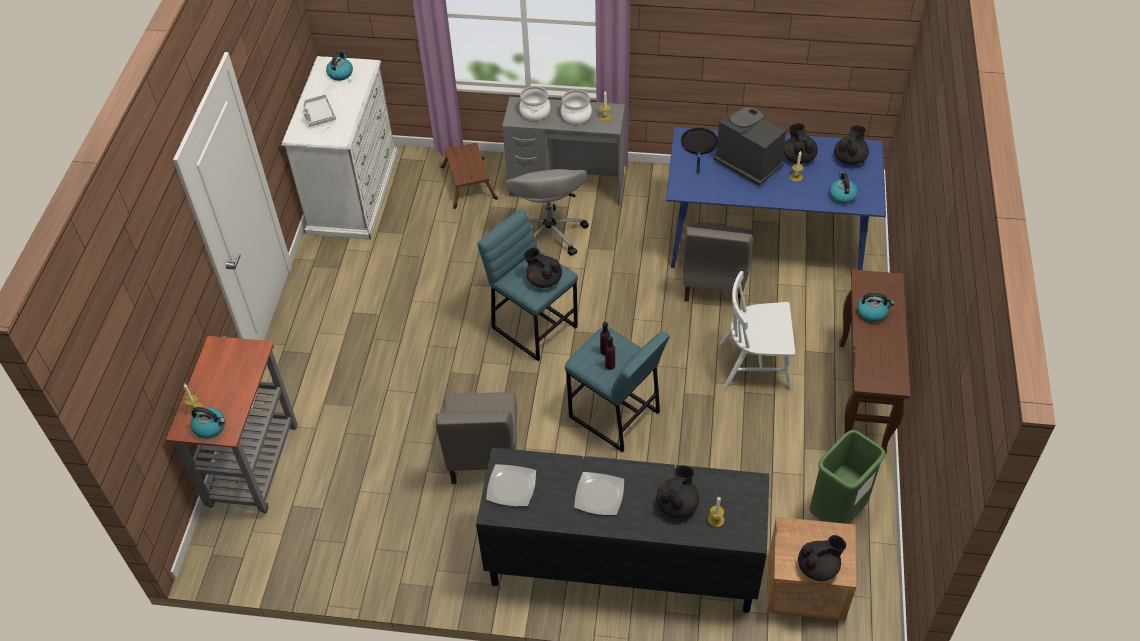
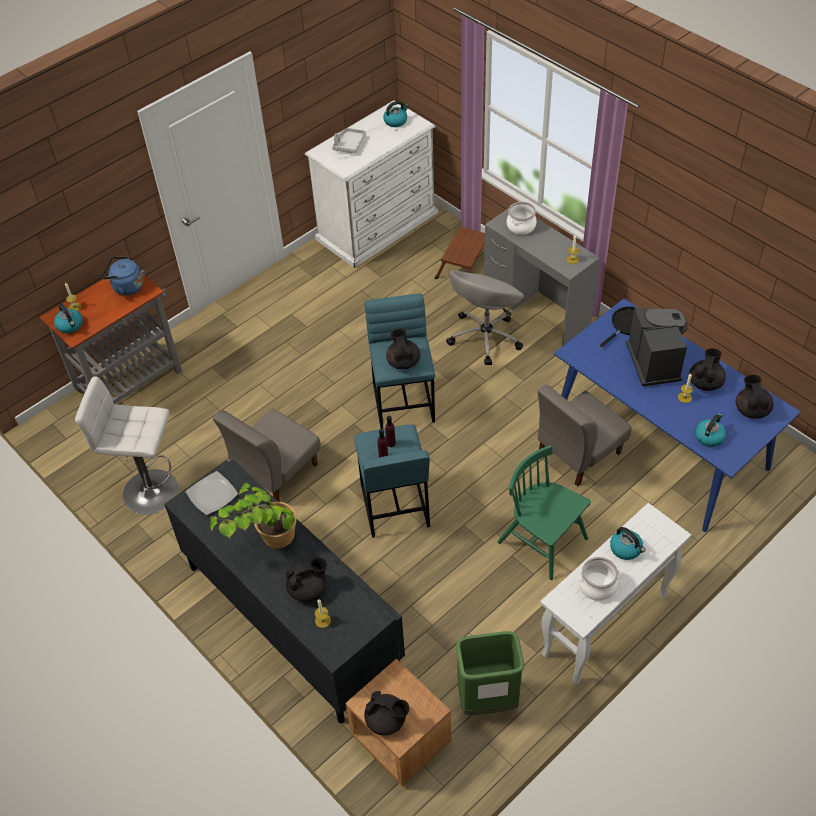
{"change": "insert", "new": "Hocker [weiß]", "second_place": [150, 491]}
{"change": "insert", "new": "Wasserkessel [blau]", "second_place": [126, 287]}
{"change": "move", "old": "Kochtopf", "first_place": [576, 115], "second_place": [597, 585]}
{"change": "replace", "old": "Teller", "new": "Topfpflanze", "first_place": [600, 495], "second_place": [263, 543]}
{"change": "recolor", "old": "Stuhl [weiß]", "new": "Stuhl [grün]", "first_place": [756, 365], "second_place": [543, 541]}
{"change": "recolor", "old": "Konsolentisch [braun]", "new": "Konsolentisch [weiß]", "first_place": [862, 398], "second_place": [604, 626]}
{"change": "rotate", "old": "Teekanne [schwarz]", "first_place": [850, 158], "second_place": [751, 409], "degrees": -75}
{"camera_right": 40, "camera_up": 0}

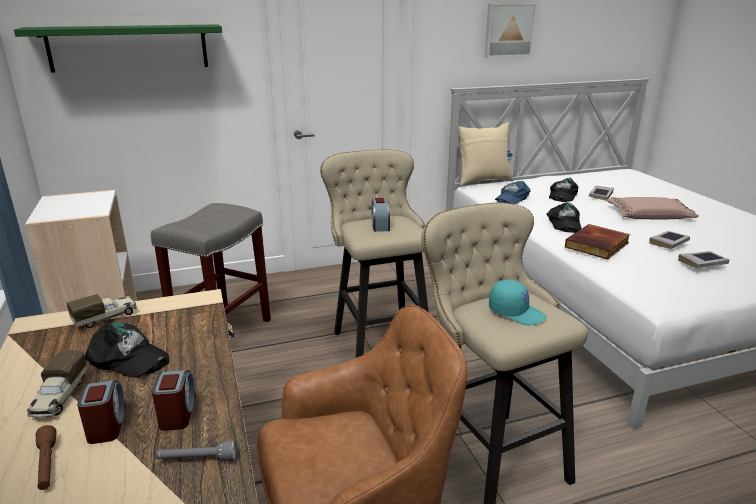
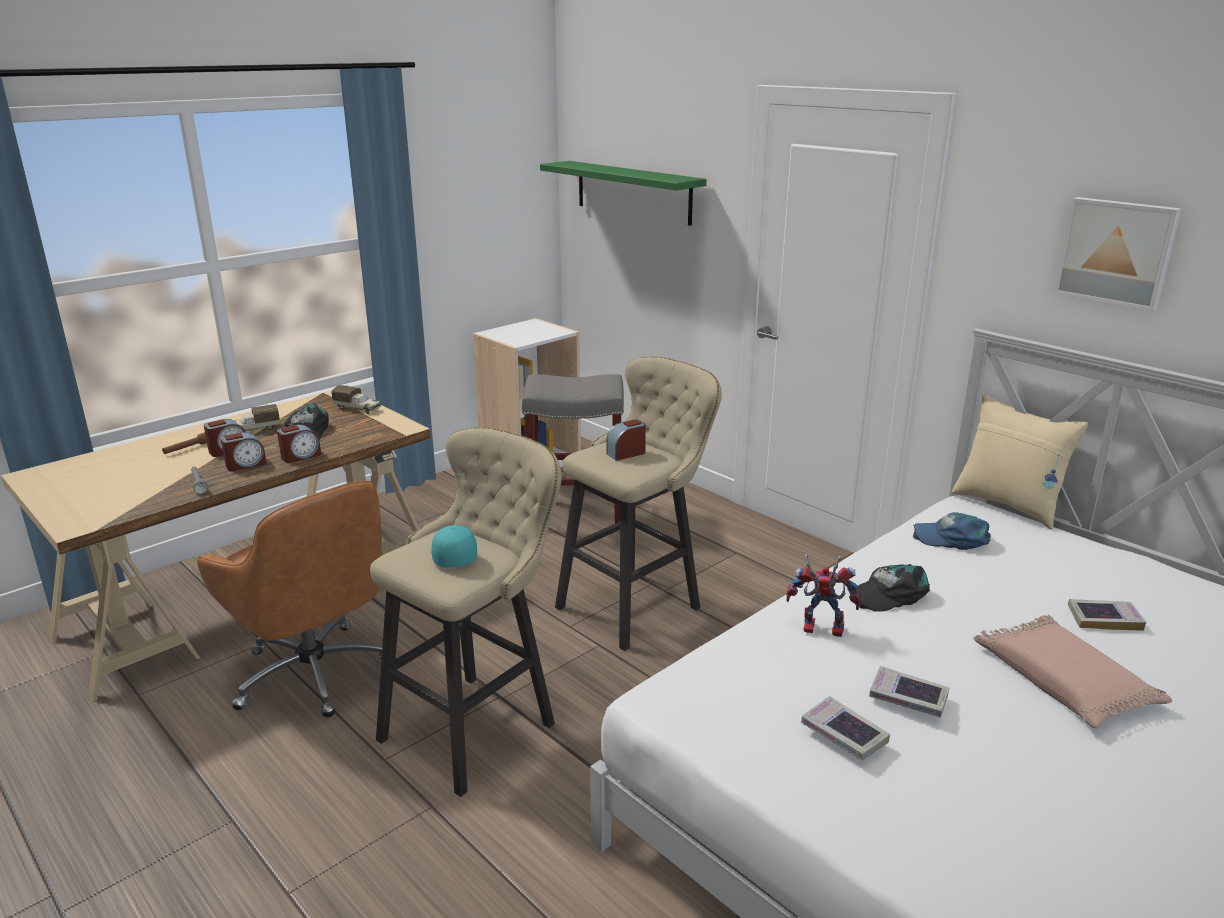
{"change": "delete", "old": "Kappe [schwarz]", "first_place": [562, 195]}
{"change": "insert", "new": "Wecker", "second_place": [300, 456]}
{"change": "replace", "old": "Buch", "new": "Spielzeugroboter", "first_place": [598, 245], "second_place": [819, 629]}
{"change": "rotate", "old": "Kappe [türkis]", "first_place": [516, 312], "second_place": [452, 556], "degrees": 150}
{"camera_right": 65, "camera_up": 0}

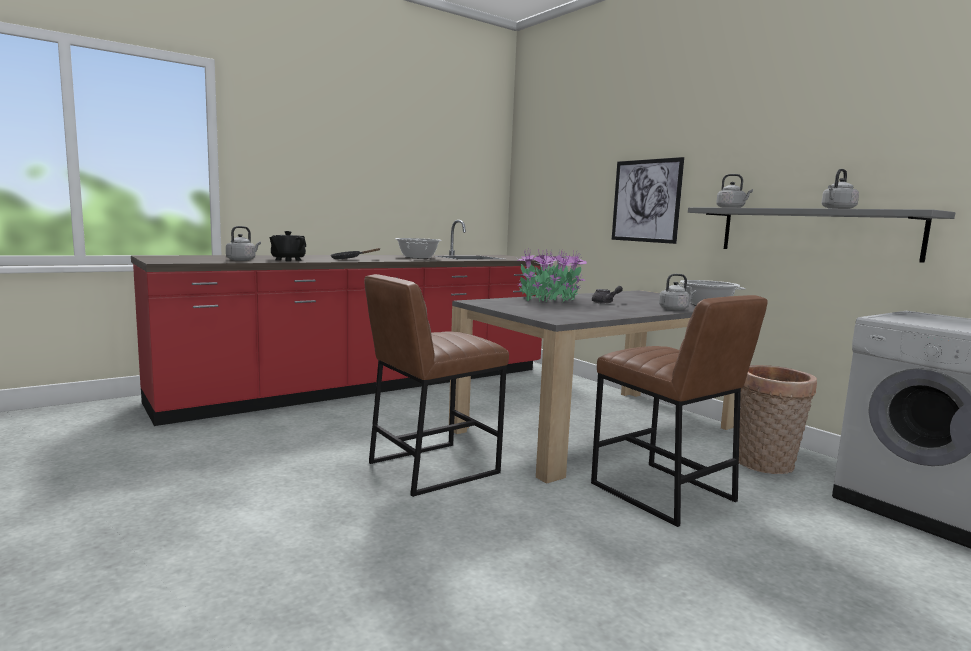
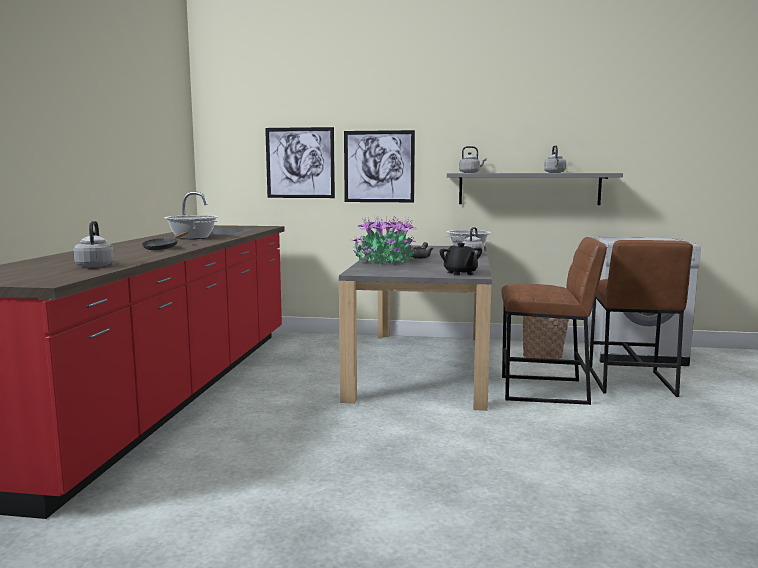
{"change": "insert", "new": "Bild", "second_place": [300, 163]}
{"change": "move", "old": "Teekanne [schwarz]", "first_place": [288, 260], "second_place": [460, 273]}
{"change": "move", "old": "Stuhl [braun]", "first_place": [431, 468], "second_place": [631, 382]}
{"camera_right": -45, "camera_up": 0}

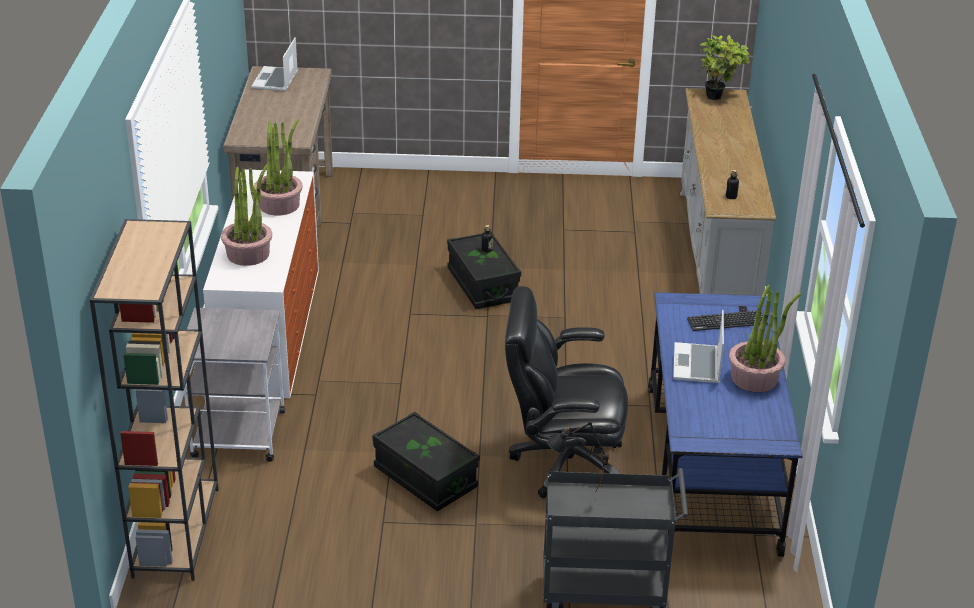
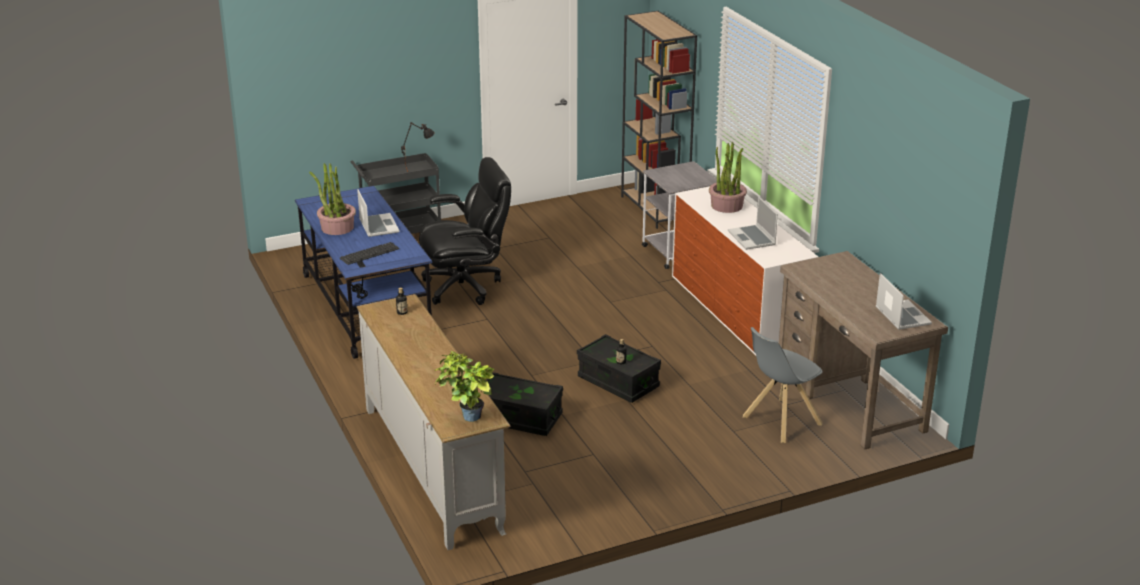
{"change": "insert", "new": "Stuhl [grau]", "second_place": [780, 421]}
{"change": "move", "old": "Aufbewahrungsbox [schwarz]", "first_place": [425, 478], "second_place": [519, 418]}
{"change": "replace", "old": "Topfpflanze", "new": "Laptop", "first_place": [279, 205], "second_place": [752, 239]}
{"camera_right": 155, "camera_up": -5}

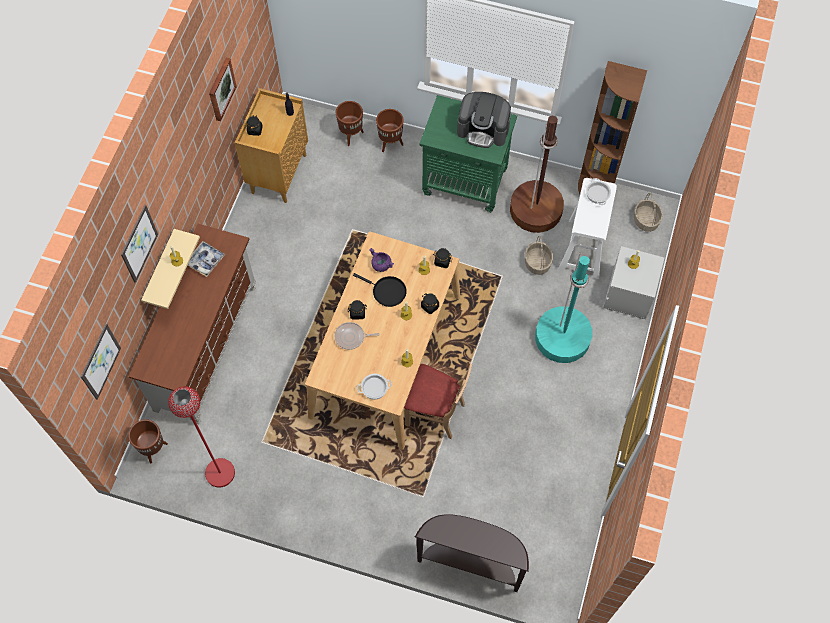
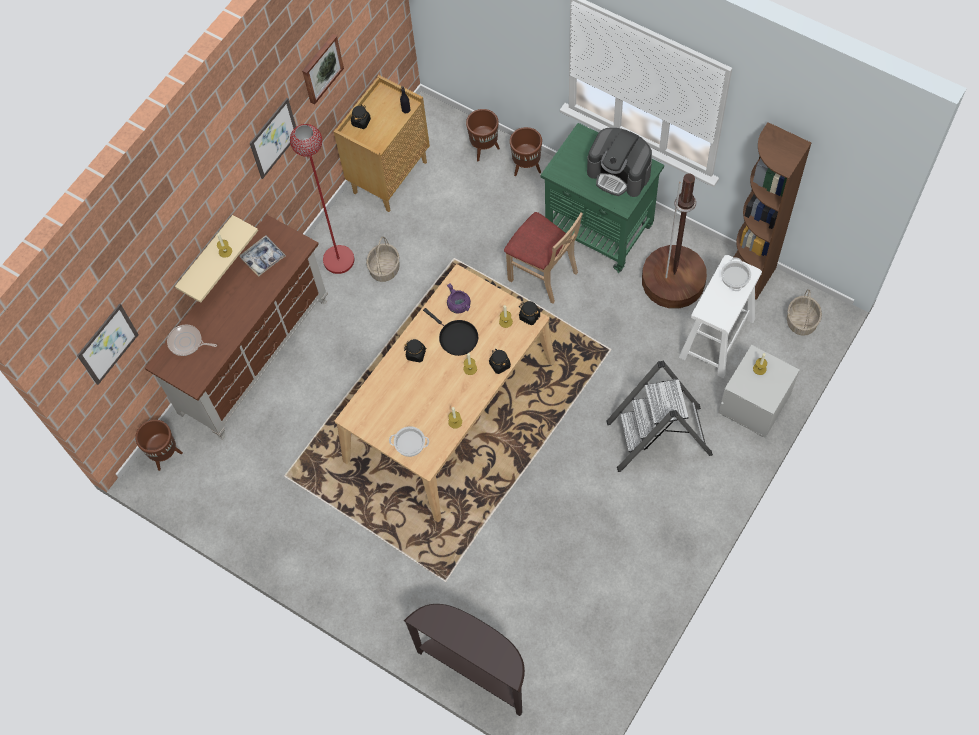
{"change": "move", "old": "Bild", "first_place": [139, 243], "second_place": [273, 138]}
{"change": "move", "old": "Stehlampe [rot]", "first_place": [220, 473], "second_place": [339, 260]}
{"change": "move", "old": "Pfanne", "first_place": [351, 337], "second_place": [187, 342]}
{"change": "move", "old": "Stuhl [beige]", "first_place": [435, 413], "second_place": [543, 274]}
{"change": "move", "old": "Korb", "first_place": [537, 263], "second_place": [385, 269]}
{"change": "replace", "old": "Stehlampe [türkis]", "new": "Trittleiter [grau]", "first_place": [563, 338], "second_place": [660, 437]}
{"camera_right": 20, "camera_up": 0}

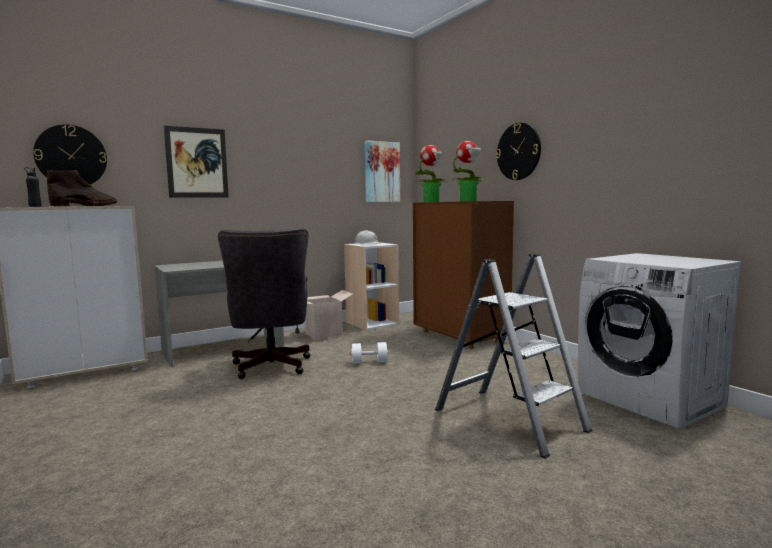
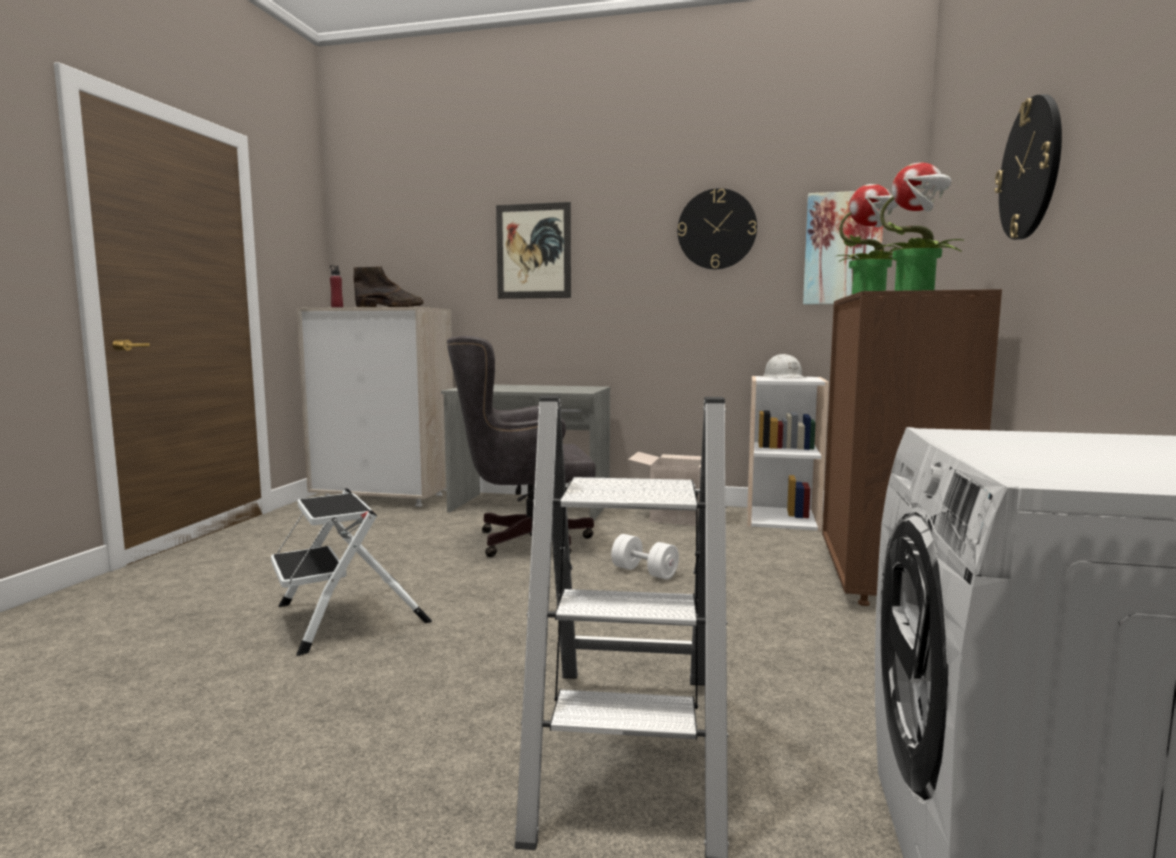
{"change": "insert", "new": "Trittleiter", "second_place": [349, 616]}
{"change": "move", "old": "Wanduhr", "first_place": [71, 156], "second_place": [716, 229]}
{"change": "recolor", "old": "Flasche [schwarz]", "new": "Flasche [rot]", "first_place": [35, 206], "second_place": [337, 307]}
{"change": "rotate", "old": "Bürostuhl [grau]", "first_place": [271, 367], "second_place": [524, 541], "degrees": 45}
{"camera_right": 45, "camera_up": 0}

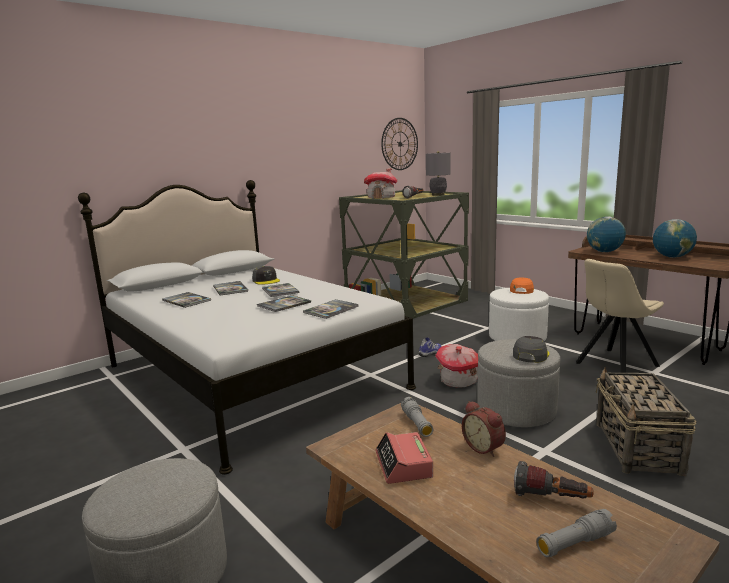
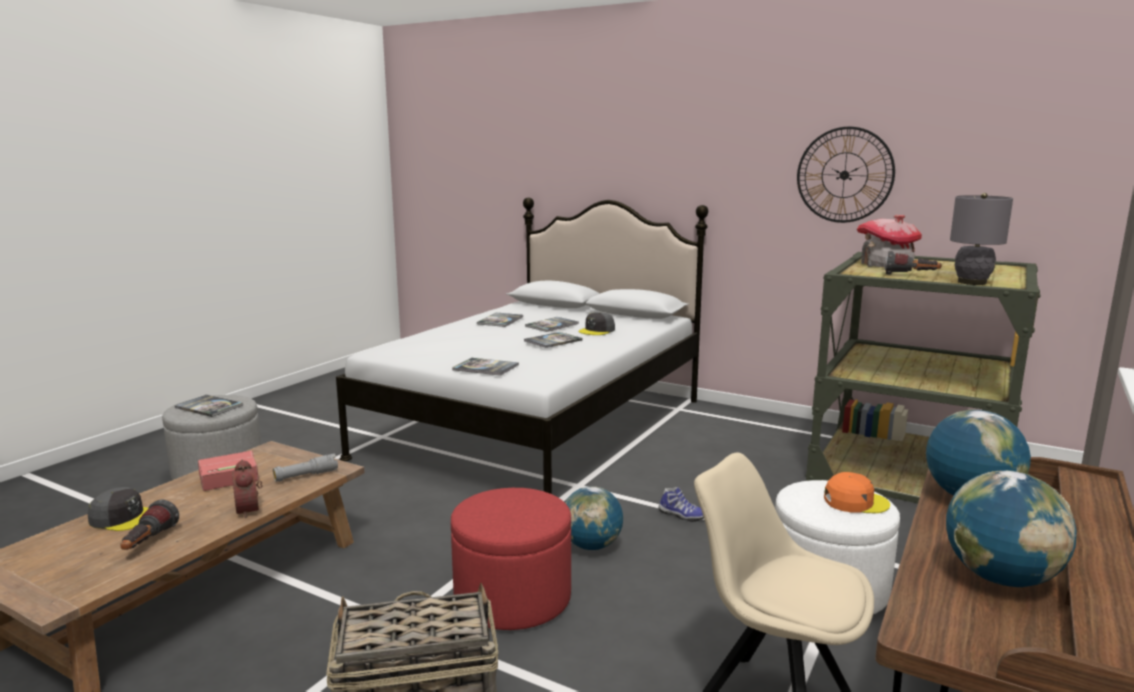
{"change": "delete", "old": "Taschenlampe [grau]", "first_place": [575, 543]}
{"change": "move", "old": "Buch", "first_place": [284, 304], "second_place": [209, 407]}
{"change": "move", "old": "Wanduhr", "first_place": [400, 144], "second_place": [844, 175]}
{"change": "move", "old": "Kappe [grau]", "first_place": [530, 354], "second_place": [123, 518]}
{"change": "replace", "old": "Spielzeughaus", "new": "Globus", "first_place": [458, 380], "second_place": [591, 546]}
{"change": "recolor", "old": "Polsterhocker [grau]", "new": "Polsterhocker [rot]", "first_place": [516, 410], "second_place": [512, 598]}
{"change": "rotate", "old": "Wecker", "first_place": [484, 447], "second_place": [251, 509], "degrees": -60}
{"camera_right": 70, "camera_up": 0}

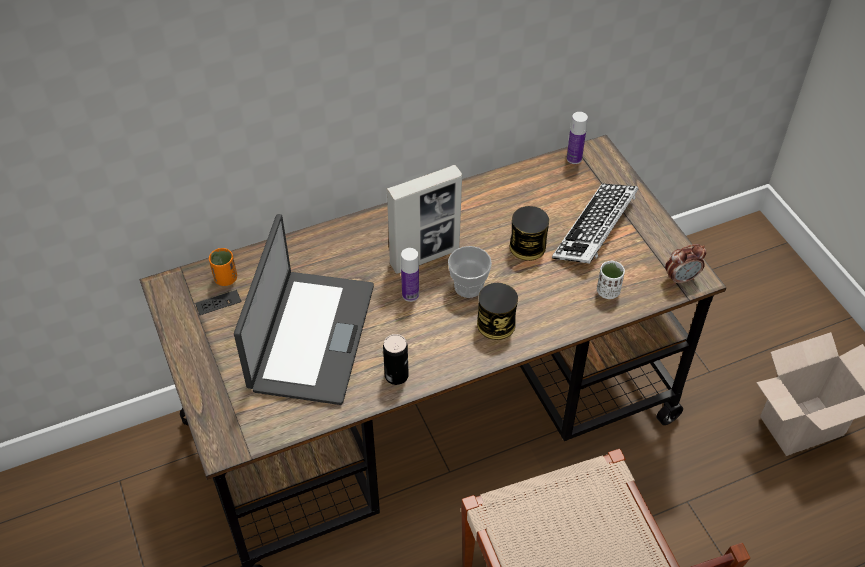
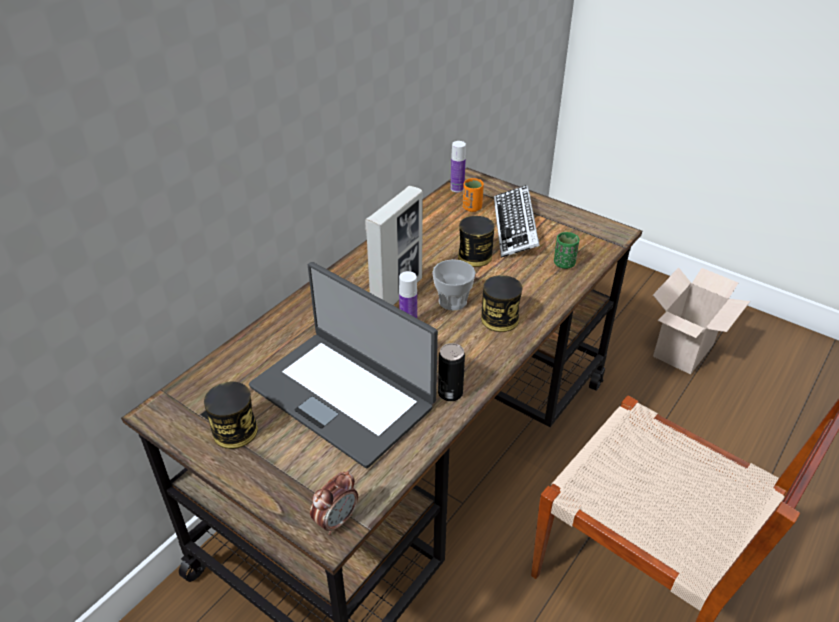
{"change": "insert", "new": "Dose", "second_place": [235, 431]}
{"change": "move", "old": "Tasse [orange]", "first_place": [225, 278], "second_place": [472, 208]}
{"change": "move", "old": "Wecker", "first_place": [681, 279], "second_place": [336, 520]}
{"change": "recolor", "old": "Tasse [weiß]", "new": "Tasse [grün]", "first_place": [608, 291], "second_place": [564, 263]}
{"change": "rotate", "old": "Laptop", "first_place": [310, 337], "second_place": [343, 395], "degrees": 150}
{"camera_right": -30, "camera_up": -10}

